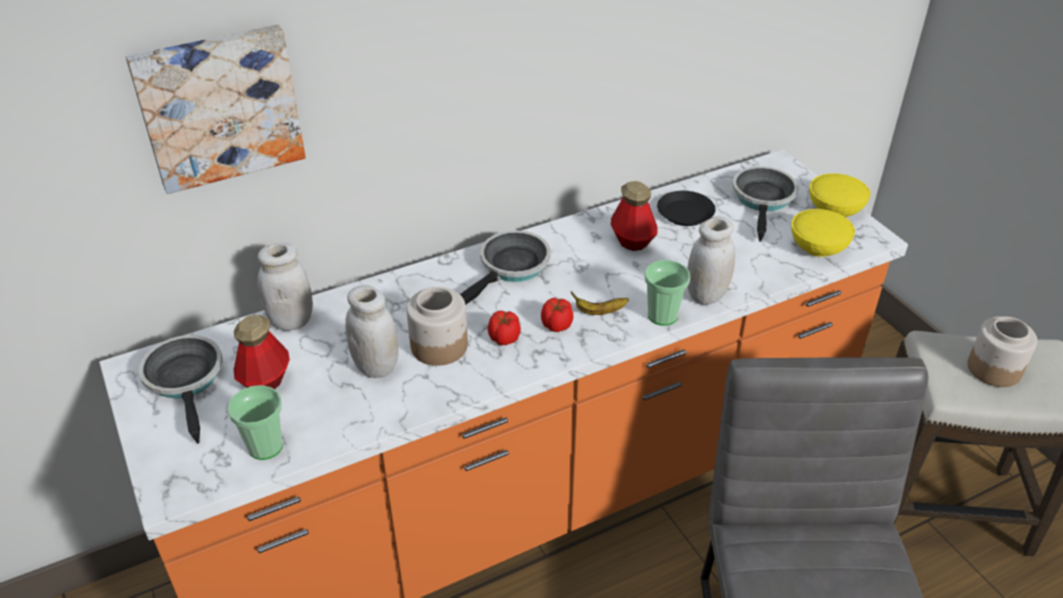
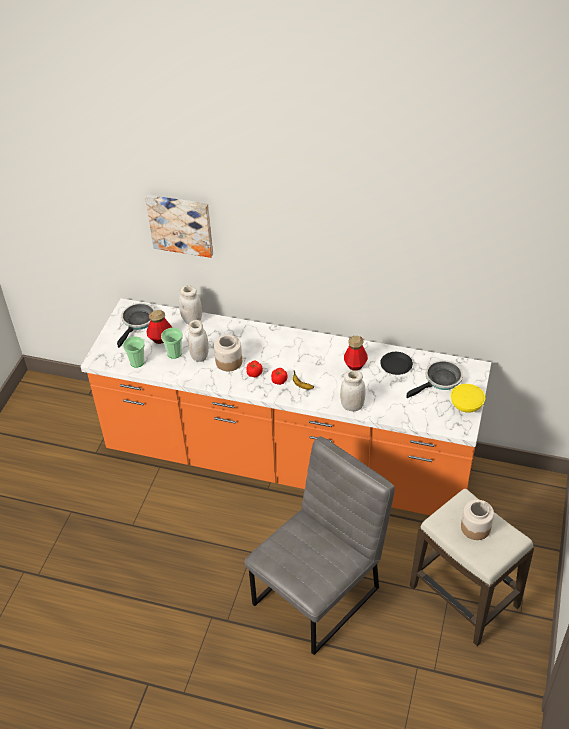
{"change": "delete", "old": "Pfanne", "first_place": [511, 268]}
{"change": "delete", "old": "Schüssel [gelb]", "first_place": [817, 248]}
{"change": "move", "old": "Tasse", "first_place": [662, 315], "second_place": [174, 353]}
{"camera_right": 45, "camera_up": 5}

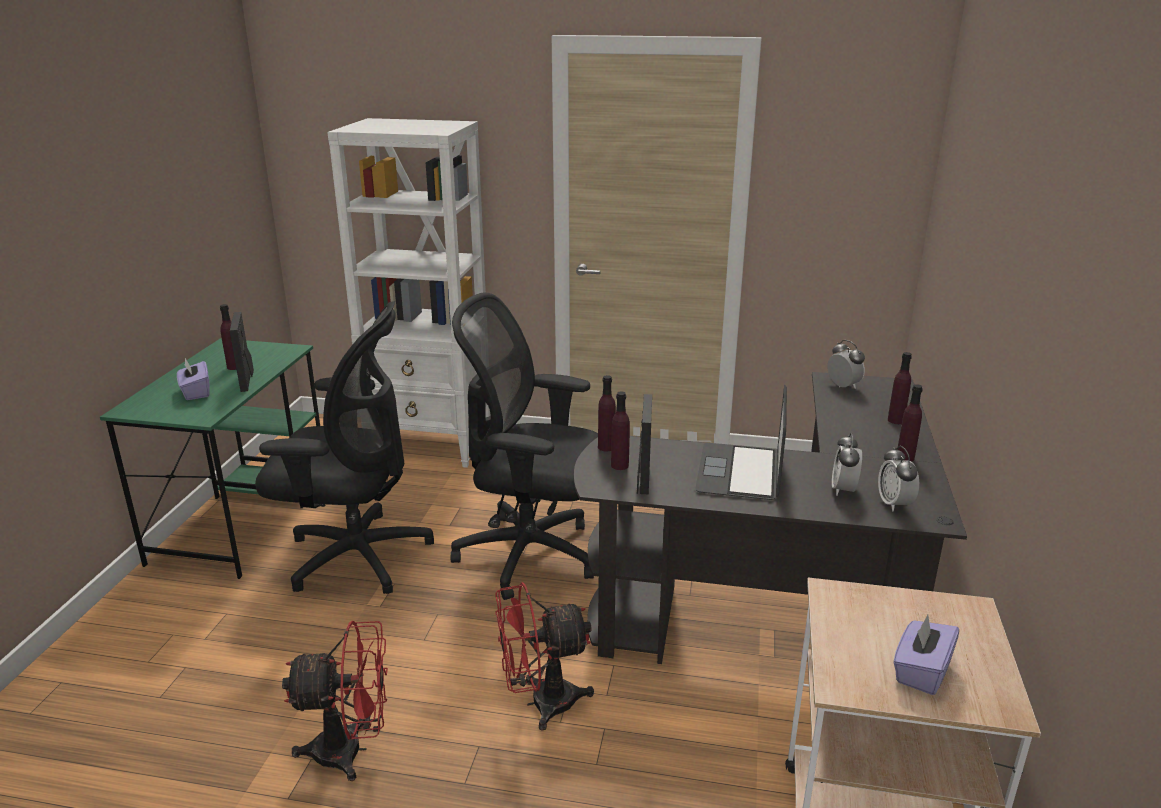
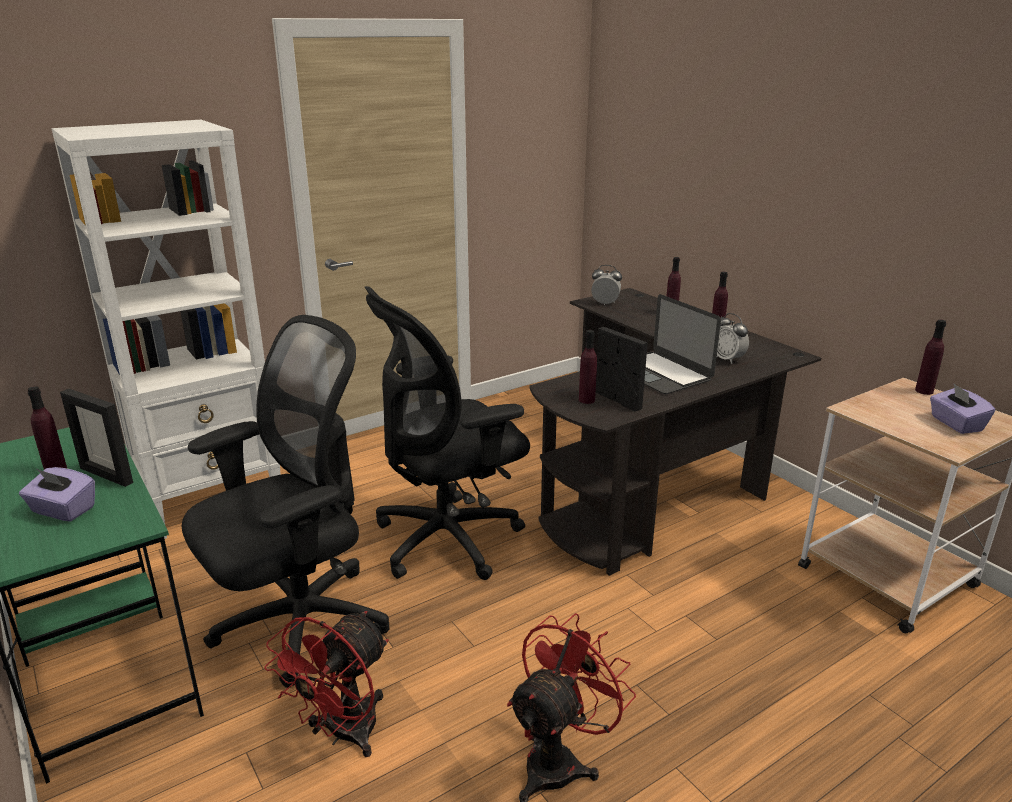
{"change": "delete", "old": "Wecker", "first_place": [894, 504]}
{"change": "move", "old": "Ventilator [rot]", "first_place": [541, 703], "second_place": [343, 734]}
{"change": "move", "old": "Flasche [lila]", "first_place": [606, 447], "second_place": [924, 391]}
{"camera_right": -45, "camera_up": 0}

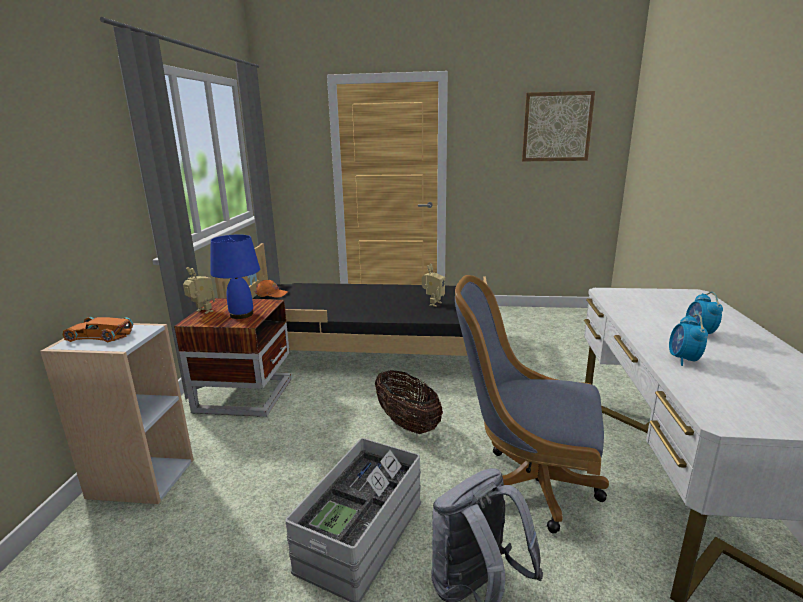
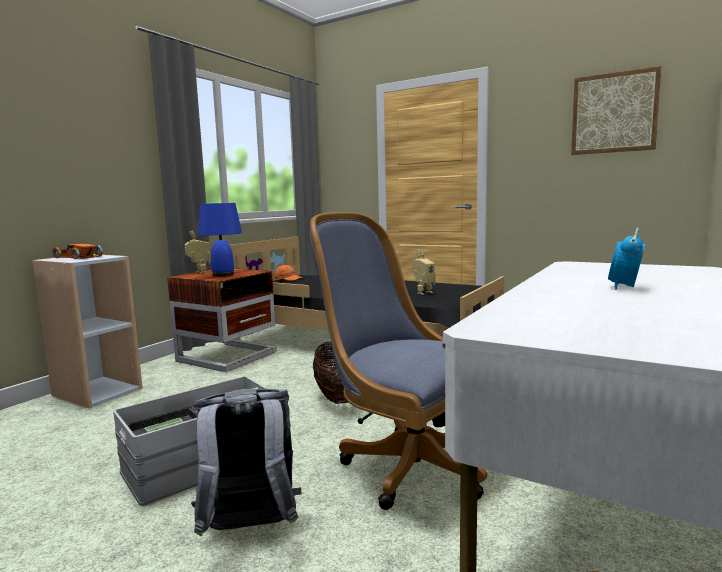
{"change": "delete", "old": "Wecker", "first_place": [683, 360]}
{"camera_right": 25, "camera_up": -10}

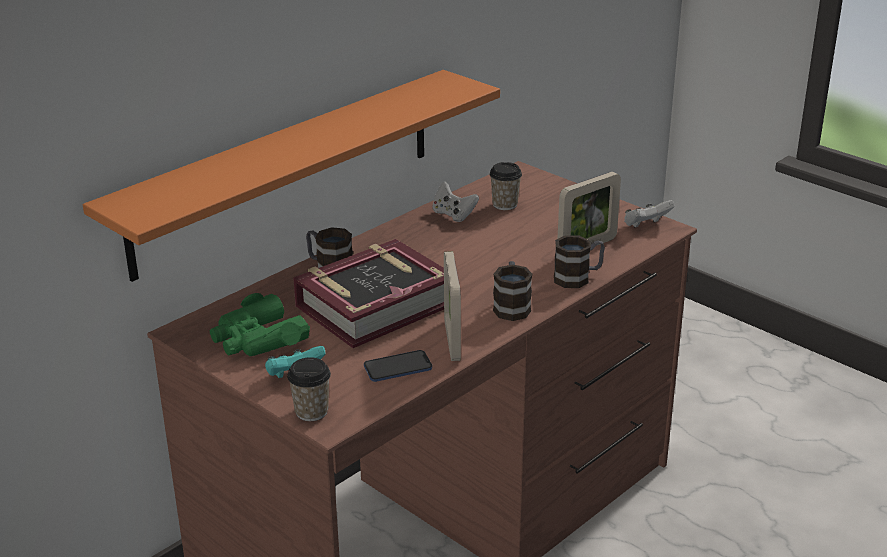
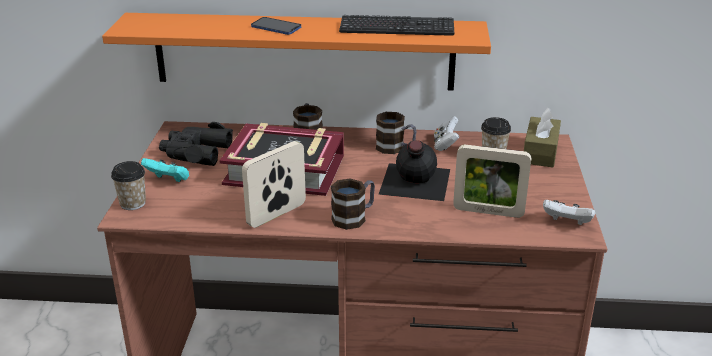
{"change": "insert", "new": "Tastatur", "second_place": [397, 28]}
{"change": "insert", "new": "Flasche [schwarz]", "second_place": [414, 181]}
{"change": "insert", "new": "Taschentuchbox [braun]", "second_place": [540, 152]}
{"change": "move", "old": "Handy", "first_place": [398, 368], "second_place": [276, 27]}
{"change": "move", "old": "Henkelbecher", "first_place": [578, 277], "second_place": [395, 148]}
{"change": "recolor", "old": "Fernglas [grün]", "new": "Fernglas [schwarz]", "first_place": [257, 339], "second_place": [195, 152]}
{"camera_right": 50, "camera_up": 0}

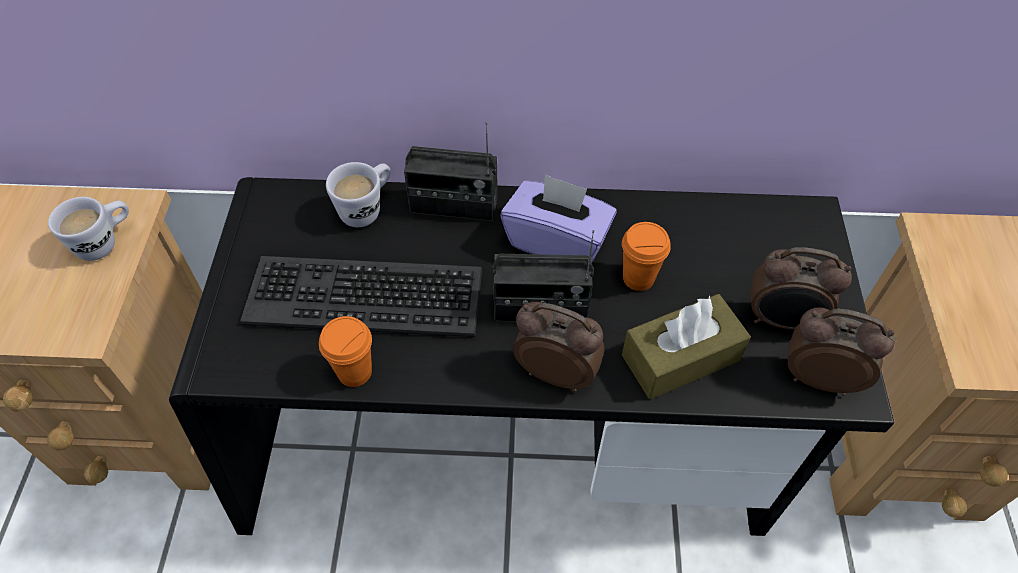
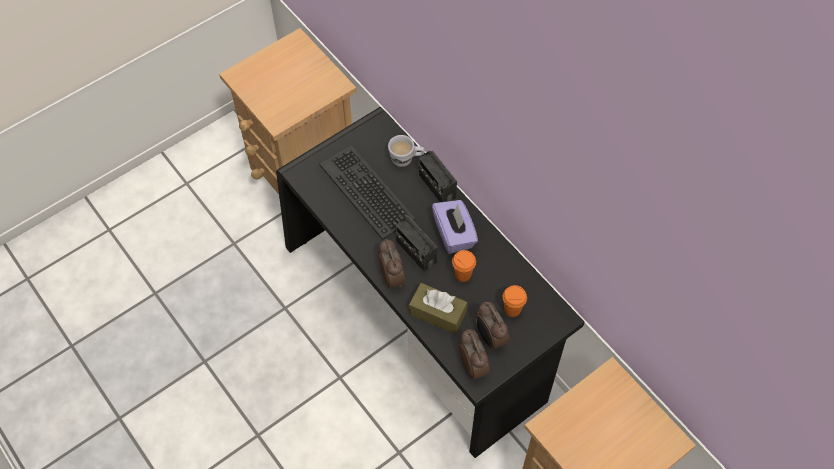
{"change": "delete", "old": "Henkelbecher [weiß]", "first_place": [105, 242]}
{"change": "move", "old": "Tasse [orange]", "first_place": [355, 372], "second_place": [512, 310]}
{"camera_right": 50, "camera_up": 5}

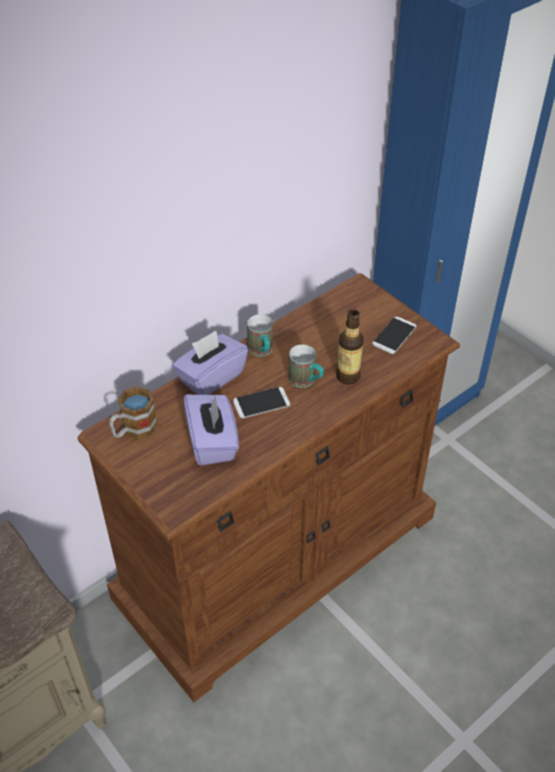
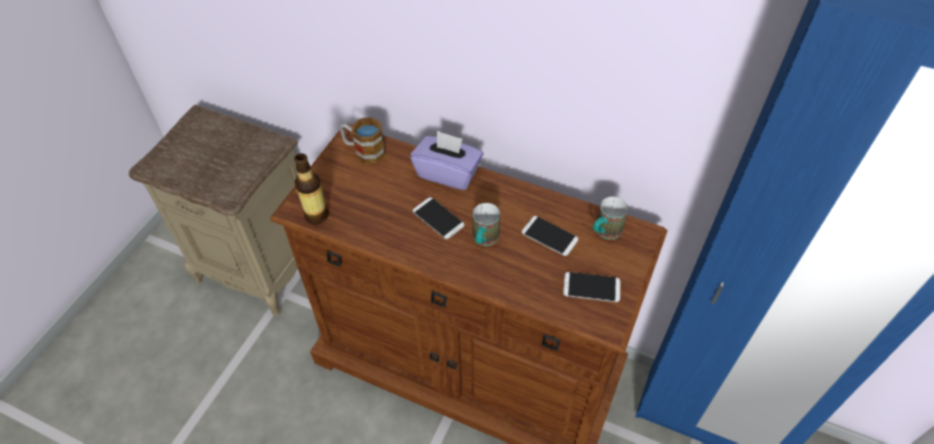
{"change": "delete", "old": "Taschentuchbox [lila]", "first_place": [212, 442]}
{"change": "insert", "new": "Handy", "second_place": [549, 236]}
{"change": "move", "old": "Henkelbecher", "first_place": [262, 351], "second_place": [604, 232]}
{"change": "move", "old": "Flasche", "first_place": [348, 376], "second_place": [316, 216]}
{"camera_right": 65, "camera_up": 5}

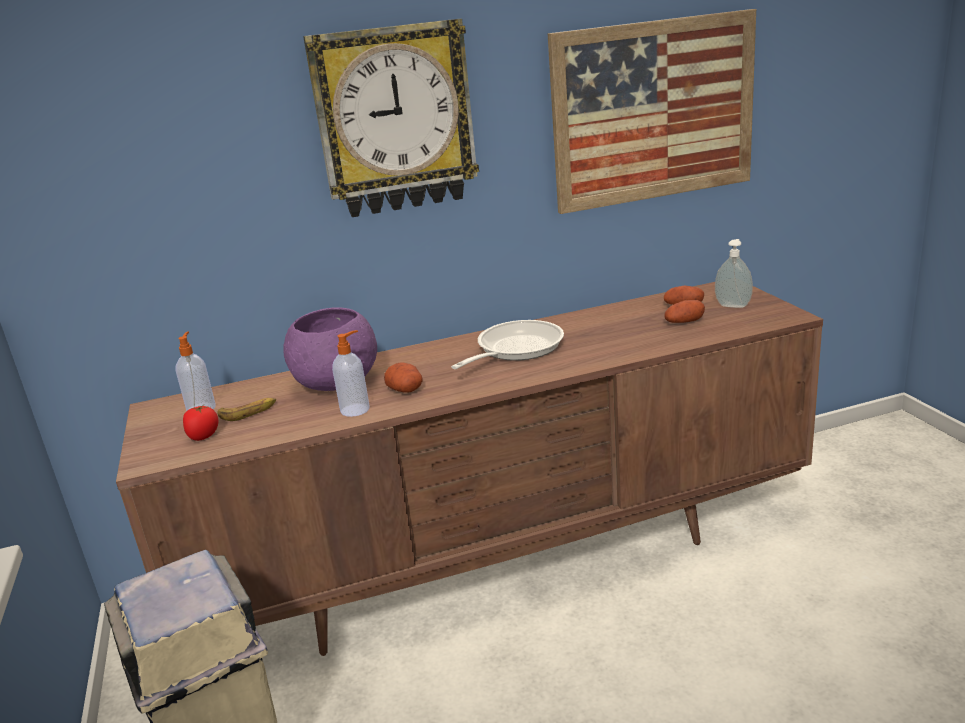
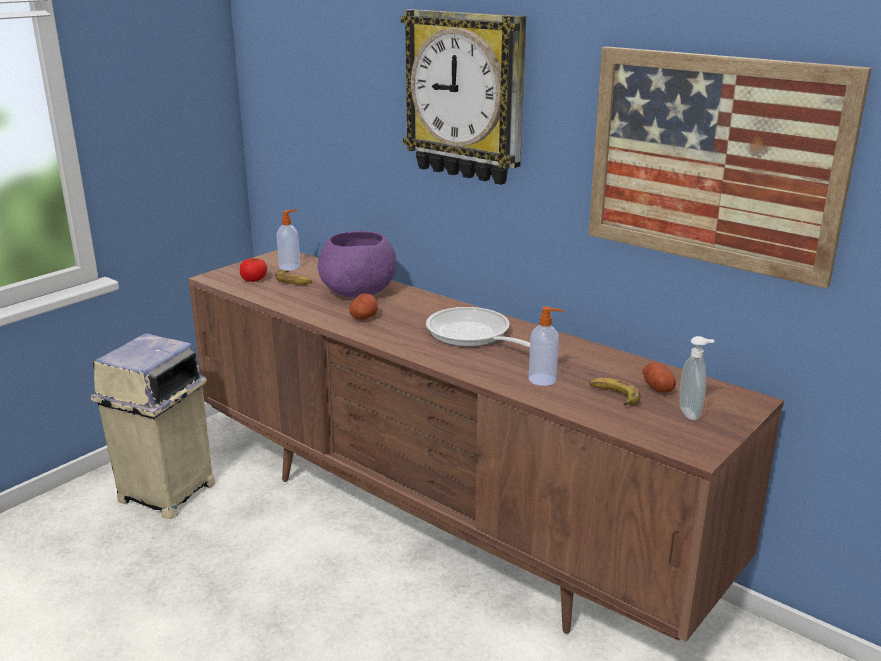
{"change": "move", "old": "Seifenspender", "first_place": [356, 409], "second_place": [543, 380]}
{"change": "replace", "old": "Kartoffel", "new": "Banane", "first_place": [684, 322], "second_place": [613, 396]}
{"change": "rotate", "old": "Pfanne", "first_place": [514, 349], "second_place": [472, 336], "degrees": -135}
{"camera_right": 55, "camera_up": 0}

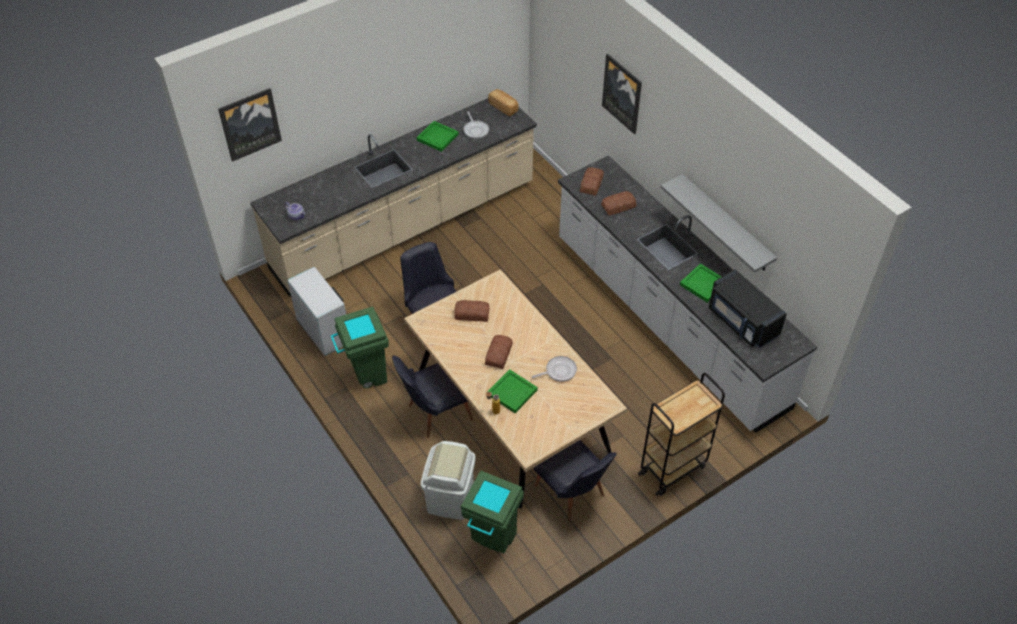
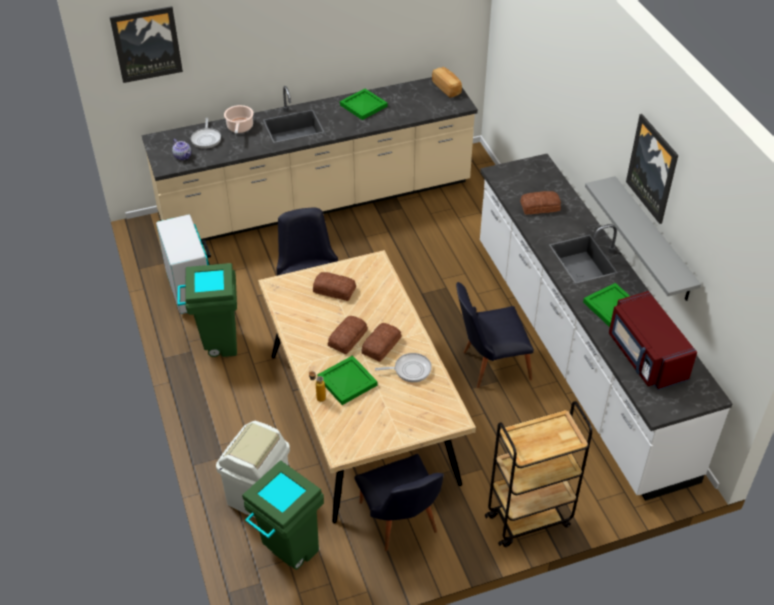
{"change": "insert", "new": "Kochtopf", "second_place": [240, 128]}
{"change": "move", "old": "Stuhl [schwarz]", "first_place": [433, 414], "second_place": [489, 365]}
{"change": "move", "old": "Pfanne", "first_place": [475, 130], "second_place": [206, 139]}
{"change": "move", "old": "Brot", "first_place": [591, 184], "second_place": [380, 345]}
{"change": "move", "old": "Bild", "first_place": [622, 93], "second_place": [653, 168]}
{"change": "recolor", "old": "Mikrowelle [schwarz]", "new": "Mikrowelle [rot]", "first_place": [741, 322], "second_place": [645, 357]}
{"camera_right": 15, "camera_up": -5}

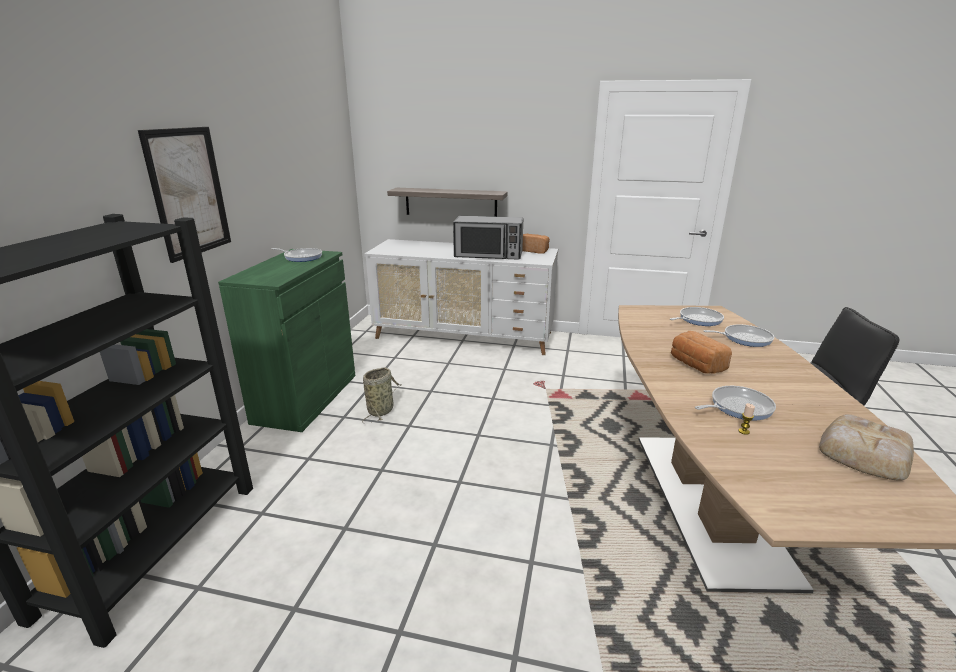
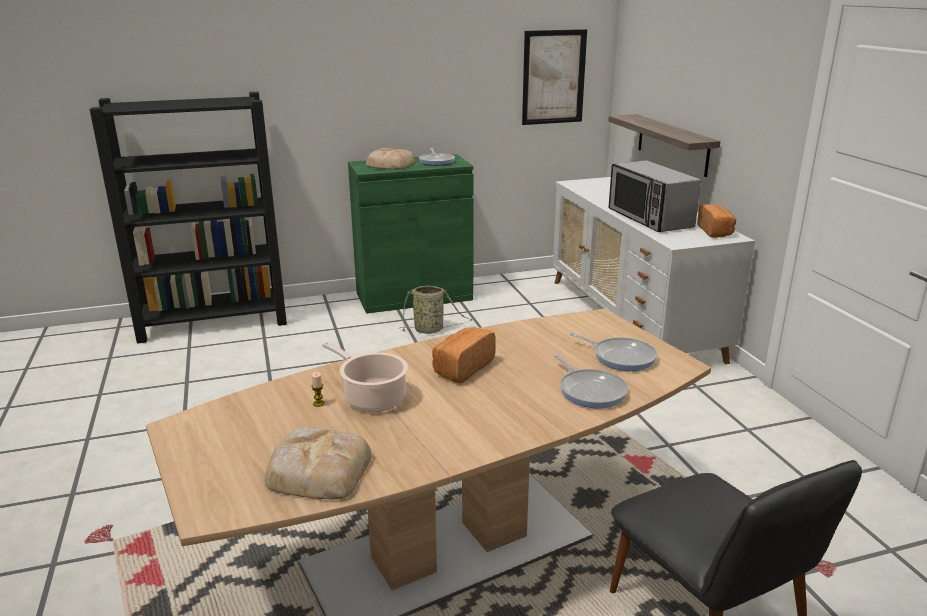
{"change": "insert", "new": "Brot", "second_place": [389, 164]}
{"change": "move", "old": "Bild", "first_place": [188, 192], "second_place": [553, 77]}
{"change": "replace", "old": "Pfanne", "new": "Kochtopf", "first_place": [738, 407], "second_place": [372, 397]}
{"camera_right": 60, "camera_up": 0}

